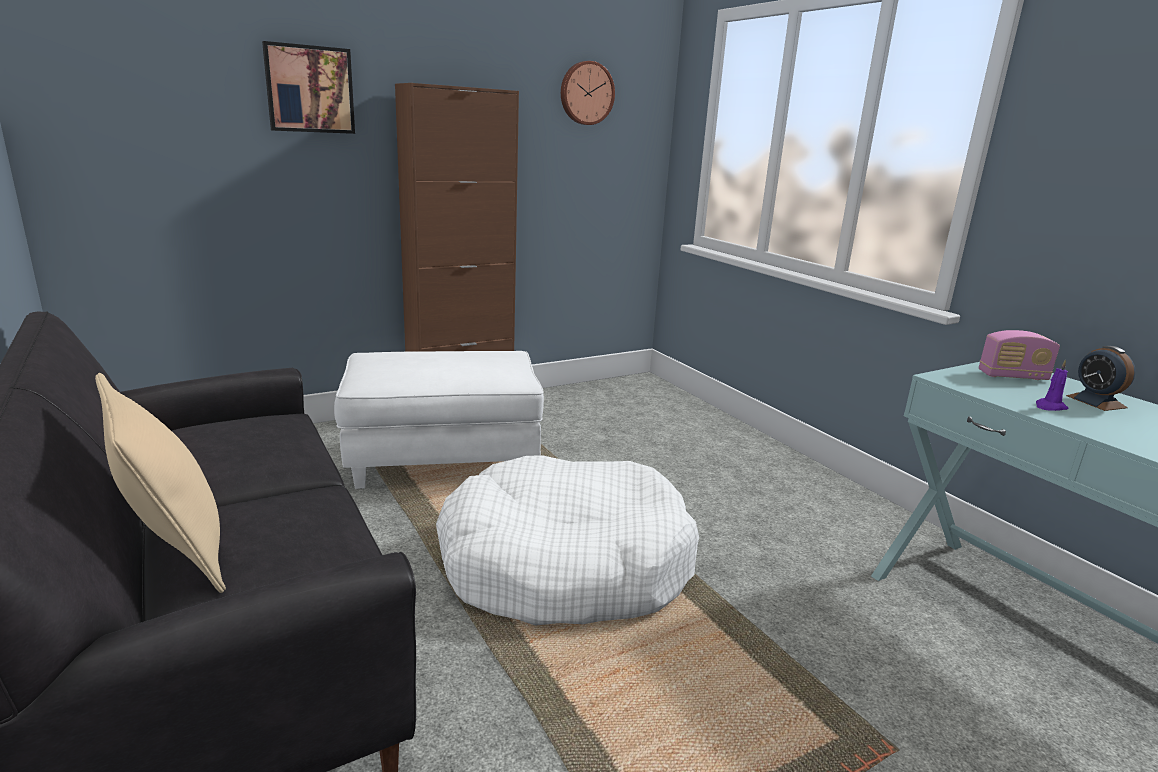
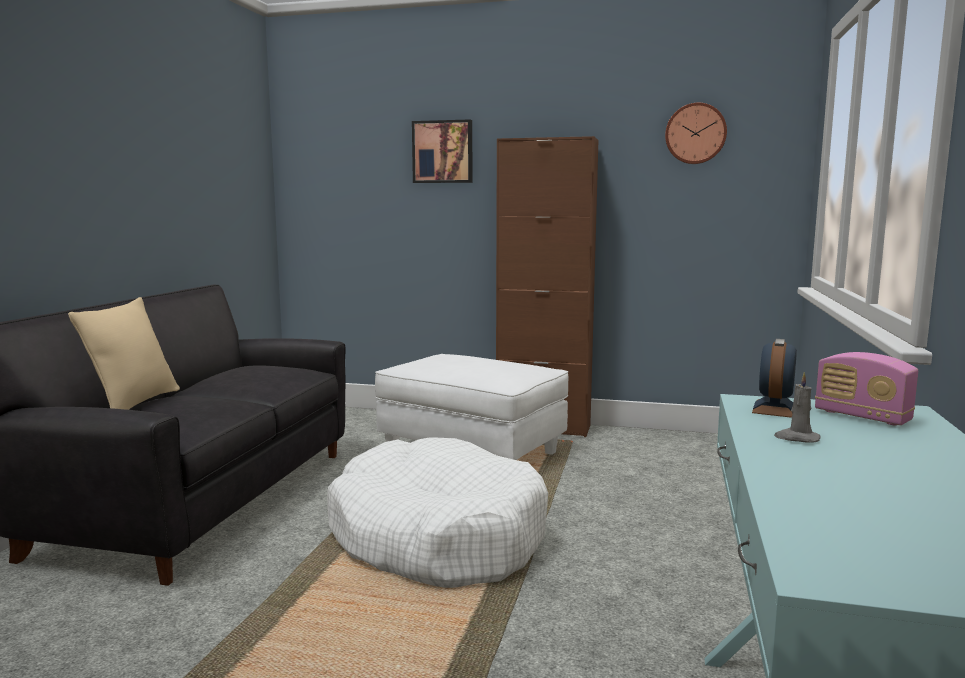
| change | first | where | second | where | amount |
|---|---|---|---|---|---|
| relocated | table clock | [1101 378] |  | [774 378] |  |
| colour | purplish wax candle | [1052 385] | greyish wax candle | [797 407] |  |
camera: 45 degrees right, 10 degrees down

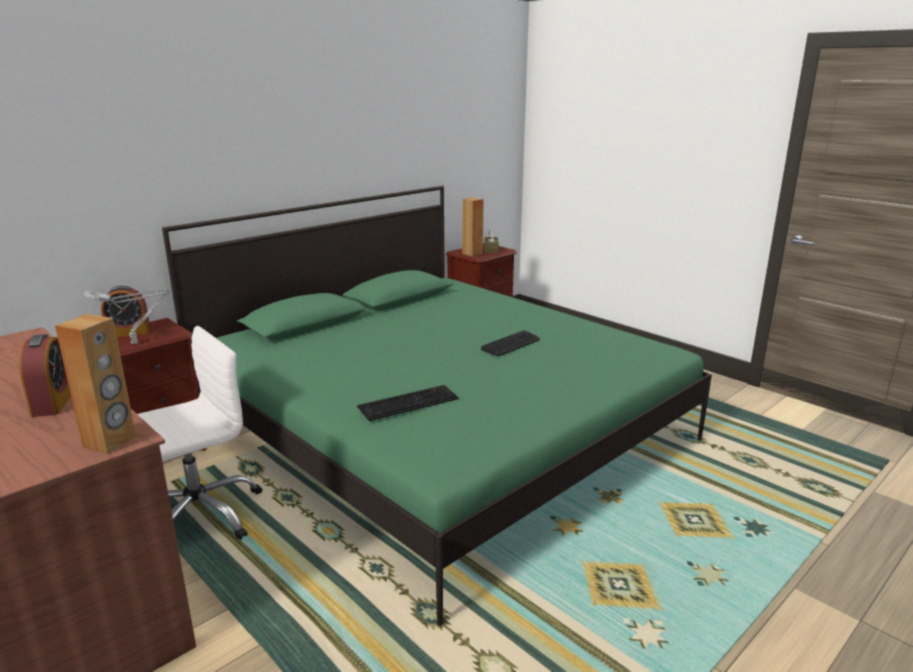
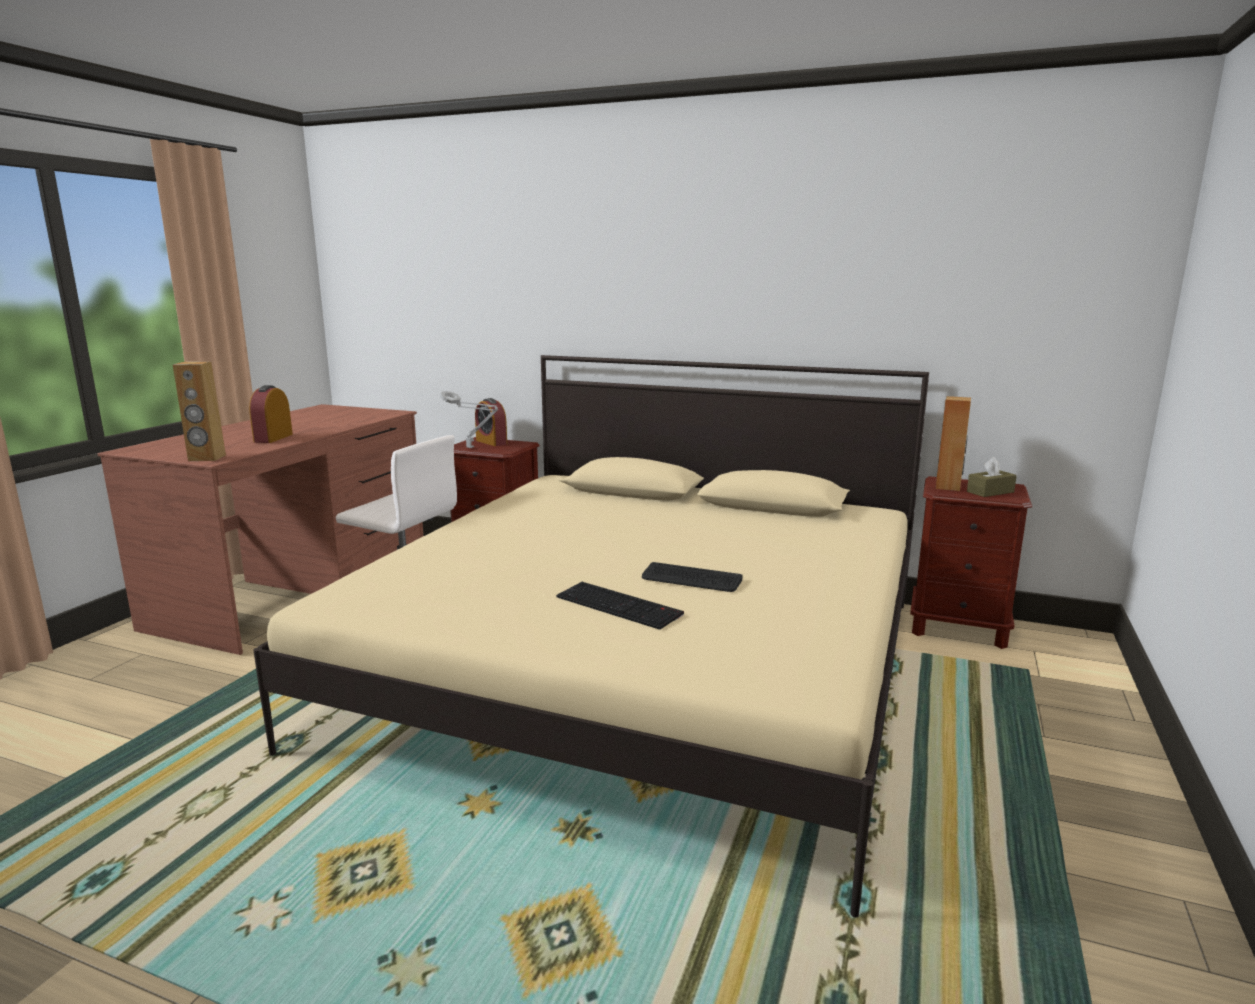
| change | first | where | second | where | amount |
|---|---|---|---|---|---|
| spun | table clock | [45 375] |  | [271 414] | 135 degrees clockwise |
| colour | greenish bedroom bed | [437 406] | beige-coloured bedroom bed | [591 636] |  |
| relocated | computer keyboard | [408 403] |  | [620 606] |  |
camera: 65 degrees right, 5 degrees down

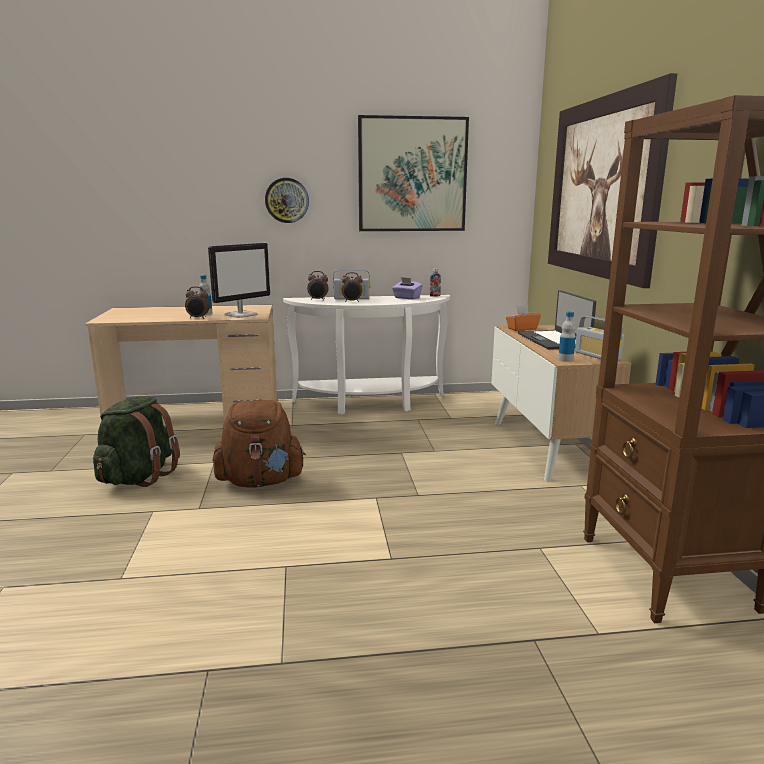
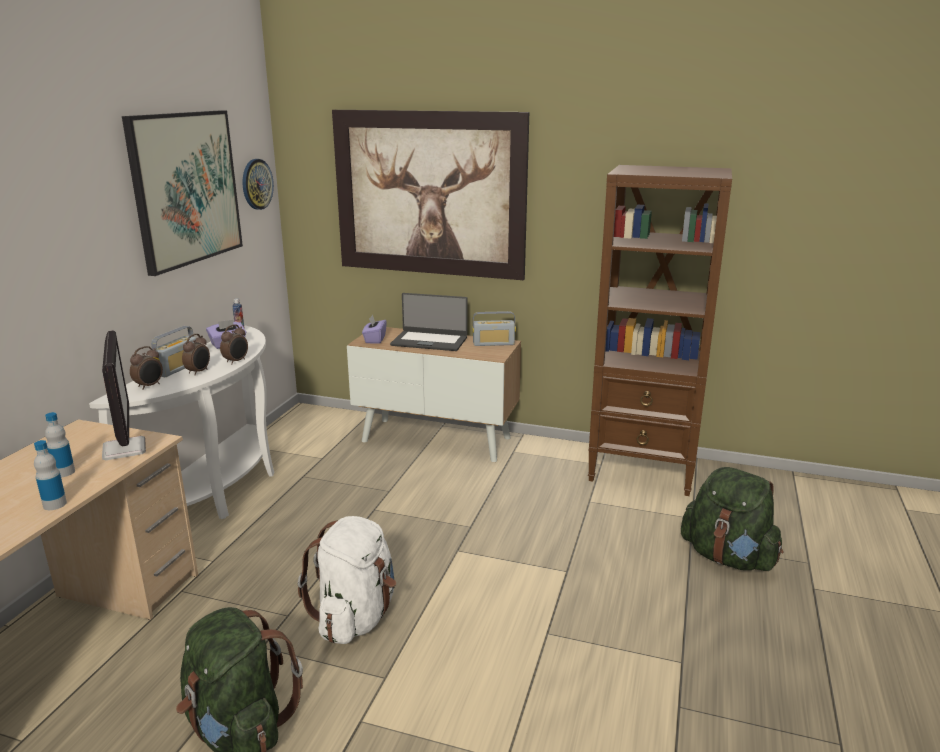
| change | first | where | second | where | amount |
|---|---|---|---|---|---|
| relocated | bottle | [567 336] |  | [50 475] |  |
| relocated | table clock | [197 302] |  | [234 344] |  |
| relocated | wall clock | [287 200] |  | [258 184] |  |
| colour | brown-coloured rucksack | [259 444] | white-coloured rucksack | [347 580] |  |
| colour | orange-coloured box of tissues | [523 318] | purplish box of tissues | [374 329] |  |
| appeared |  |  | greenish rucksack | [732 519] |  |
camera: 65 degrees left, 5 degrees up

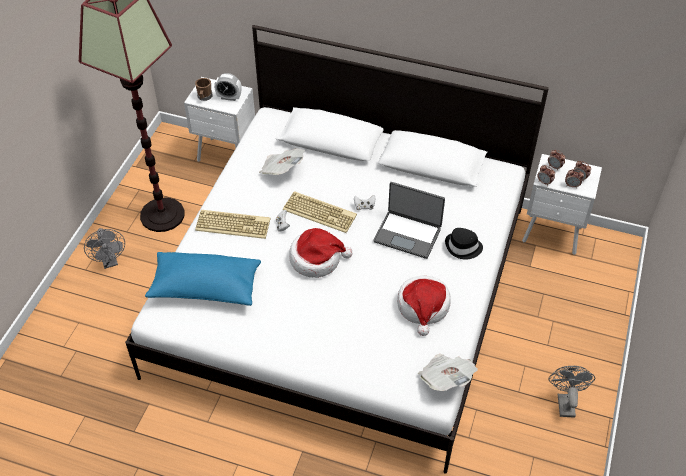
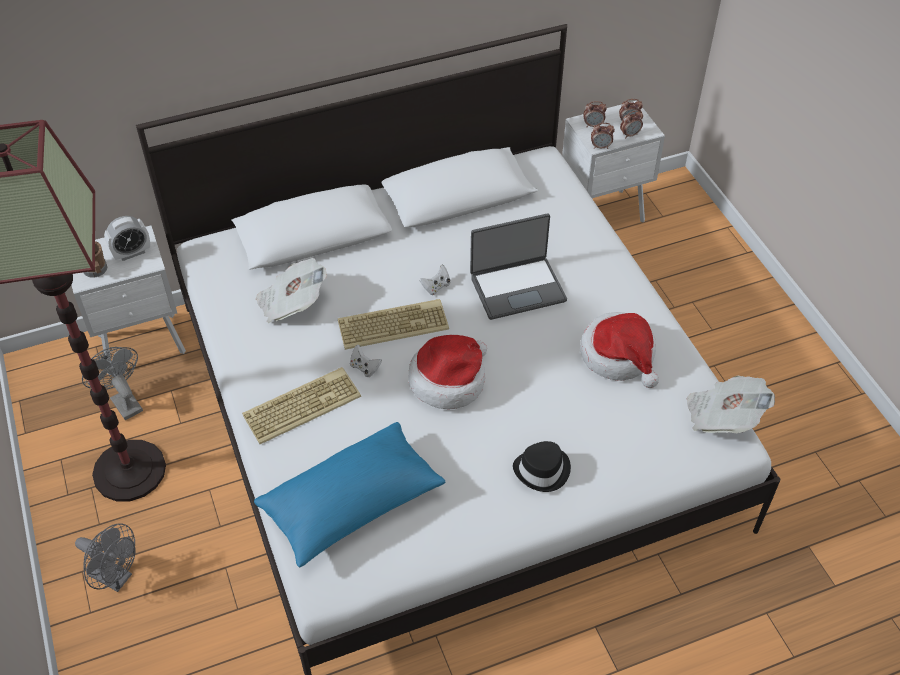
| change | first | where | second | where | amount |
|---|---|---|---|---|---|
| relocated | greyish fan | [571 392] |  | [112 383] |  |
| relocated | black wearable hat | [464 243] |  | [542 466] |  |
camera: 40 degrees left, 0 degrees up

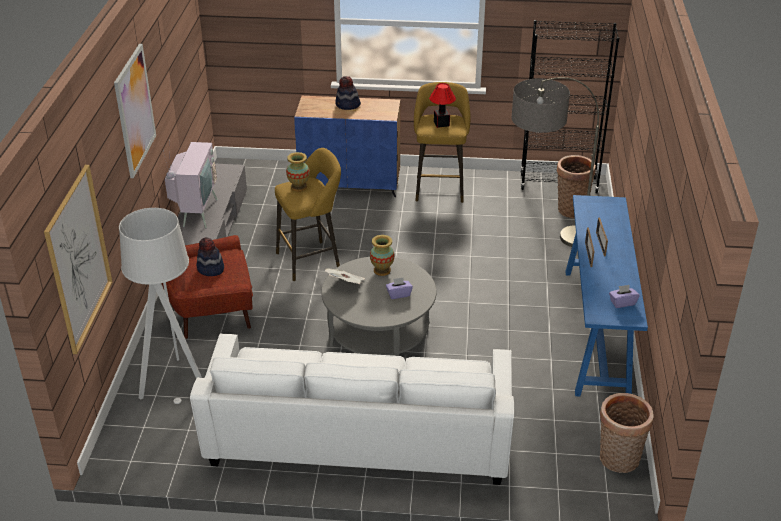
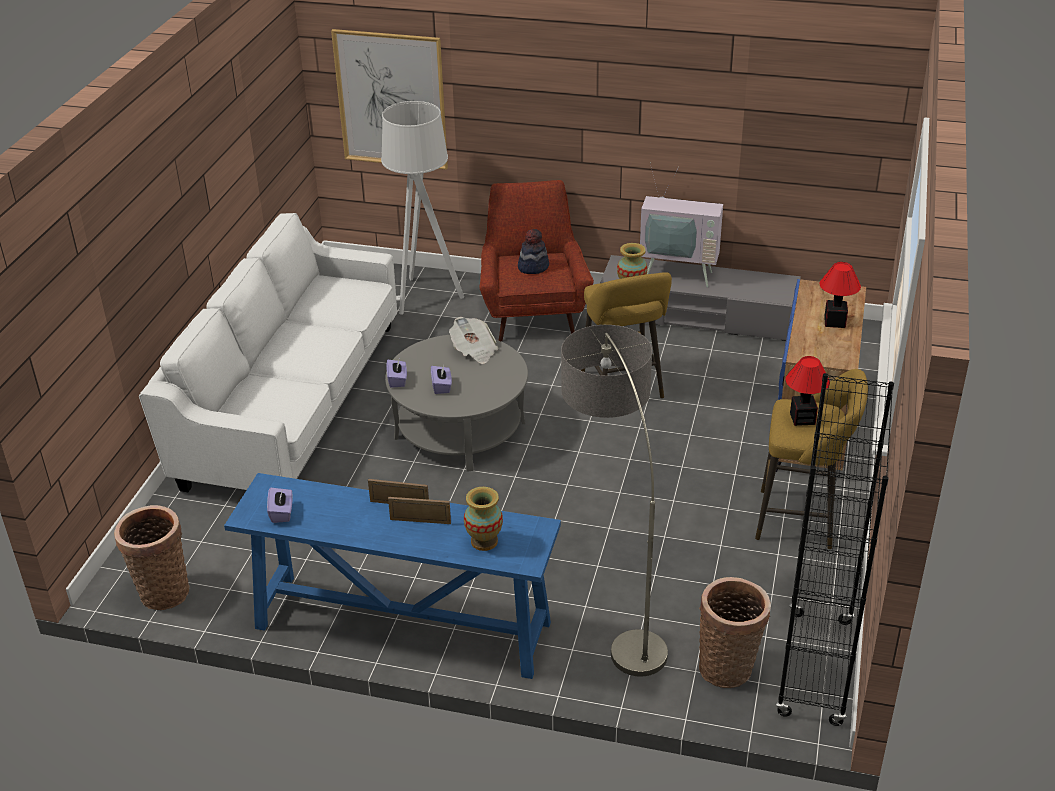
| change | first | where | second | where | amount |
|---|---|---|---|---|---|
| appeared |  |  | purplish box of tissues | [397 374] |  |
| relocated | decorative vase | [382 255] |  | [483 519] |  |
| exchanged | wearable hat | [348 93] | lamp for a table | [840 295] |  |
| missing | picture | [135 111] |  |  |  |
camera: 100 degrees right, 0 degrees up

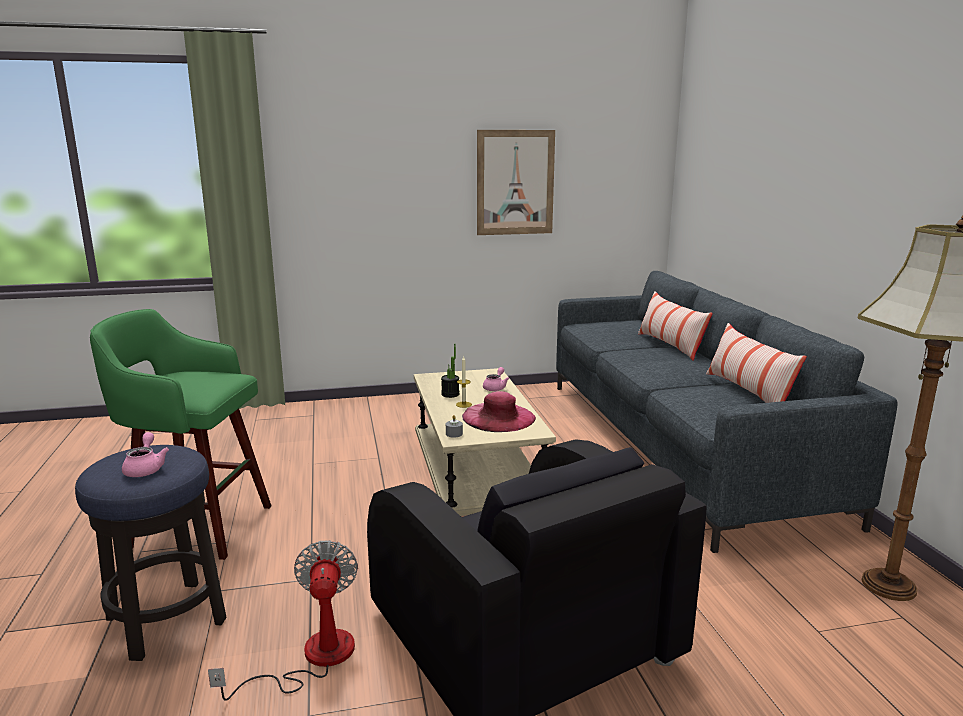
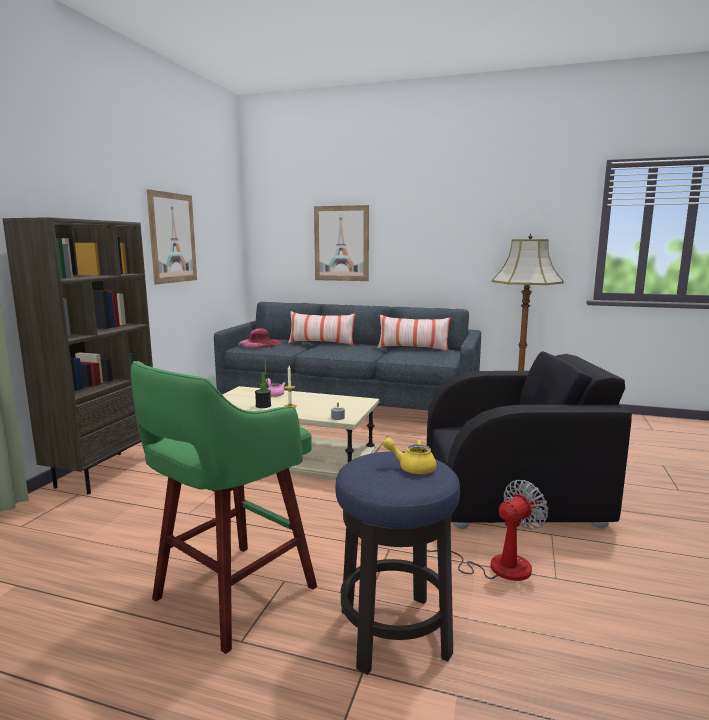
| change | first | where | second | where | amount |
|---|---|---|---|---|---|
| appeared |  |  | brown-coloured bookshelf | [77 355] |  |
| relocated | pinkish wearable hat | [499 411] |  | [259 338] |  |
| appeared |  |  | picture | [341 243] |  |
| colour | pinkish teapot | [145 454] | yellow-coloured teapot | [410 456] |  |
| spun | fan | [283 620] |  | [487 530] | 120 degrees clockwise |
camera: 60 degrees left, 5 degrees down

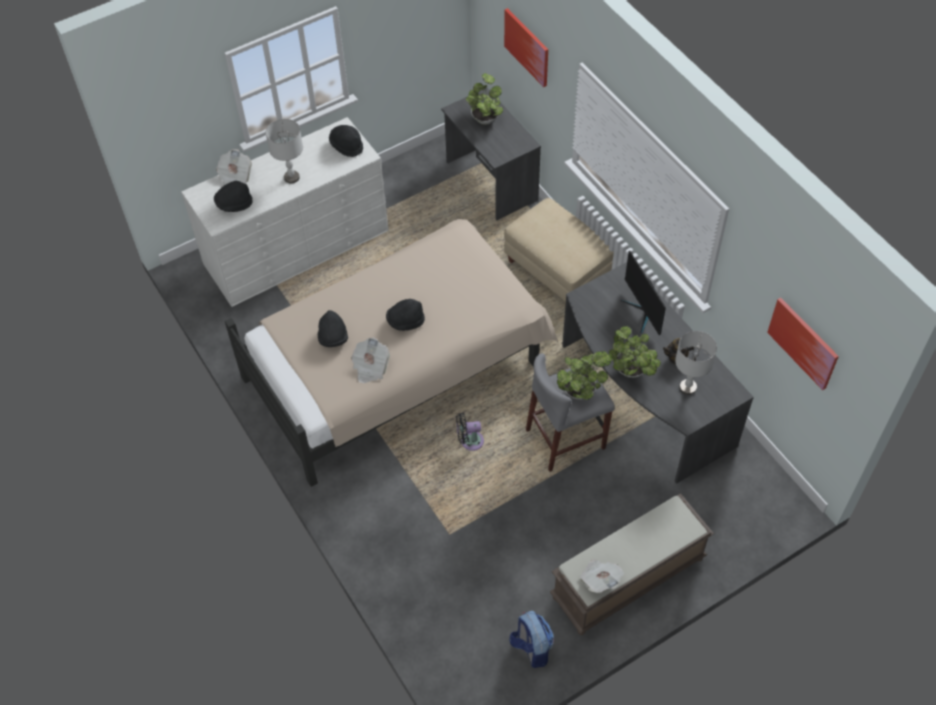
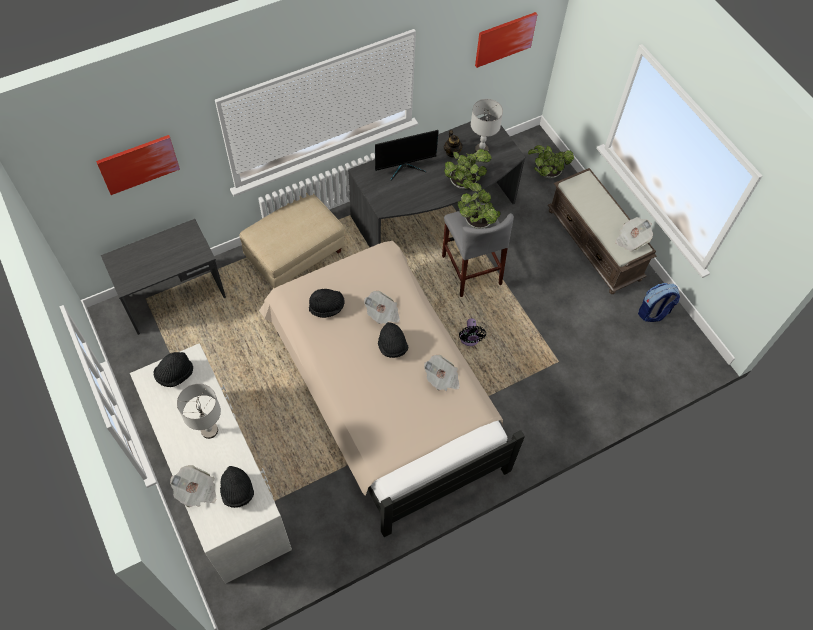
| change | first | where | second | where | amount |
|---|---|---|---|---|---|
| relocated | black wearable hat | [333 328] |  | [327 303] |  |
| appeared |  |  | newspaper | [382 307] |  |
| relocated | potted plant | [484 99] |  | [551 162] |  |
camera: 90 degrees left, 5 degrees up

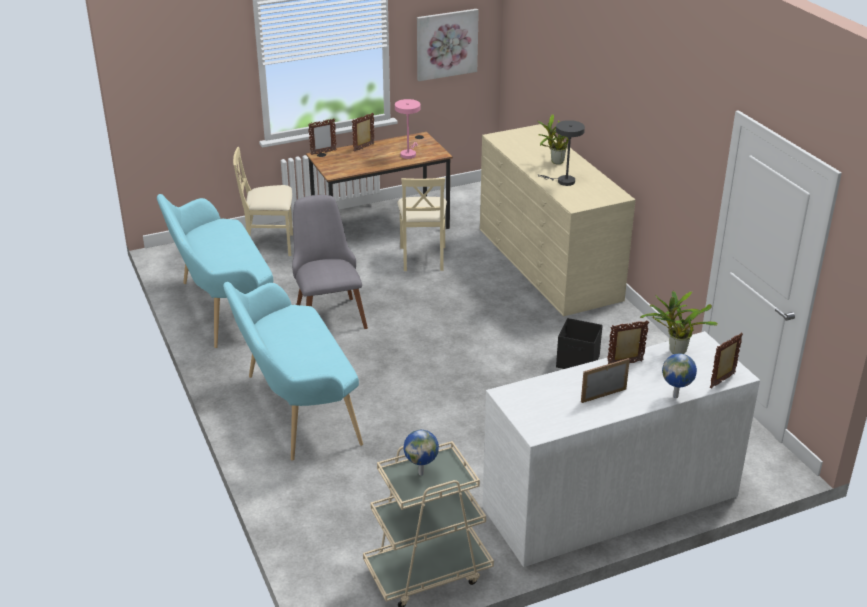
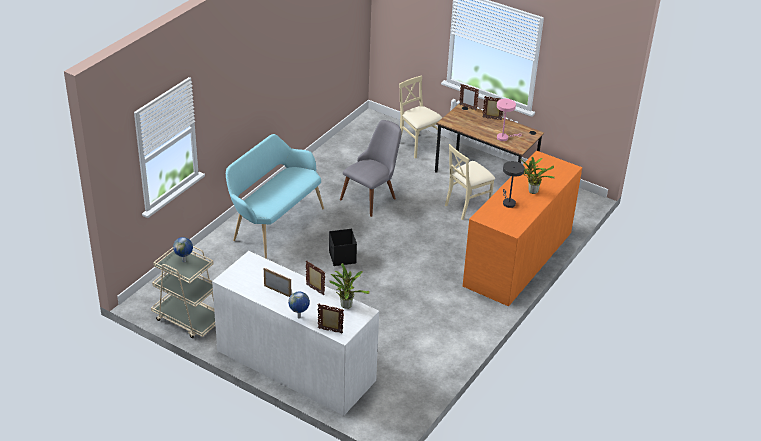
| change | first | where | second | where | amount |
|---|---|---|---|---|---|
| relocated | black storage bin | [579 343] |  | [343 247] |  |
| colour | beige-coloured drawer chest | [557 220] | orange-coloured drawer chest | [522 228] |  |
| missing | turquoise-coloured bench | [215 271] |  |  |  |
| missing | picture | [448 45] |  |  |  |
camera: 55 degrees right, 5 degrees up

